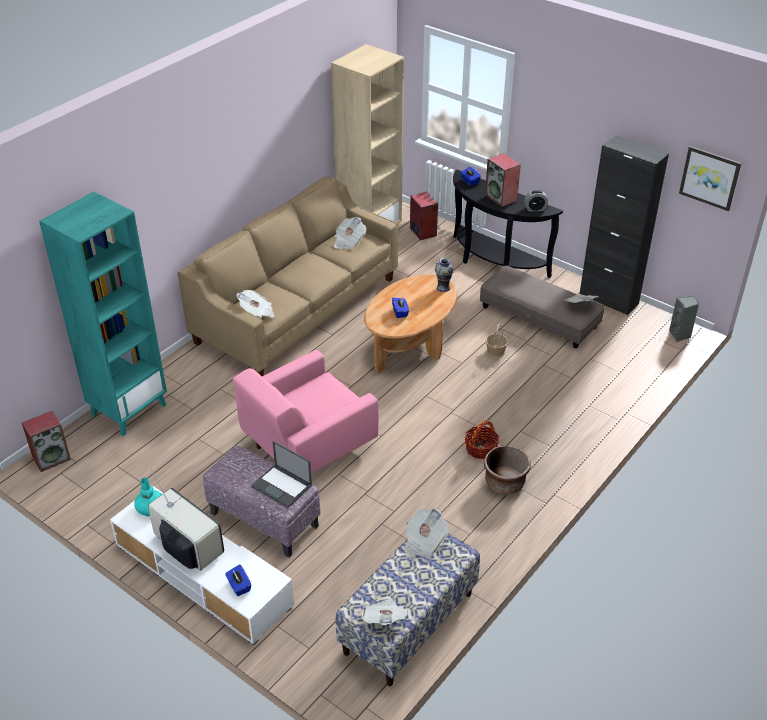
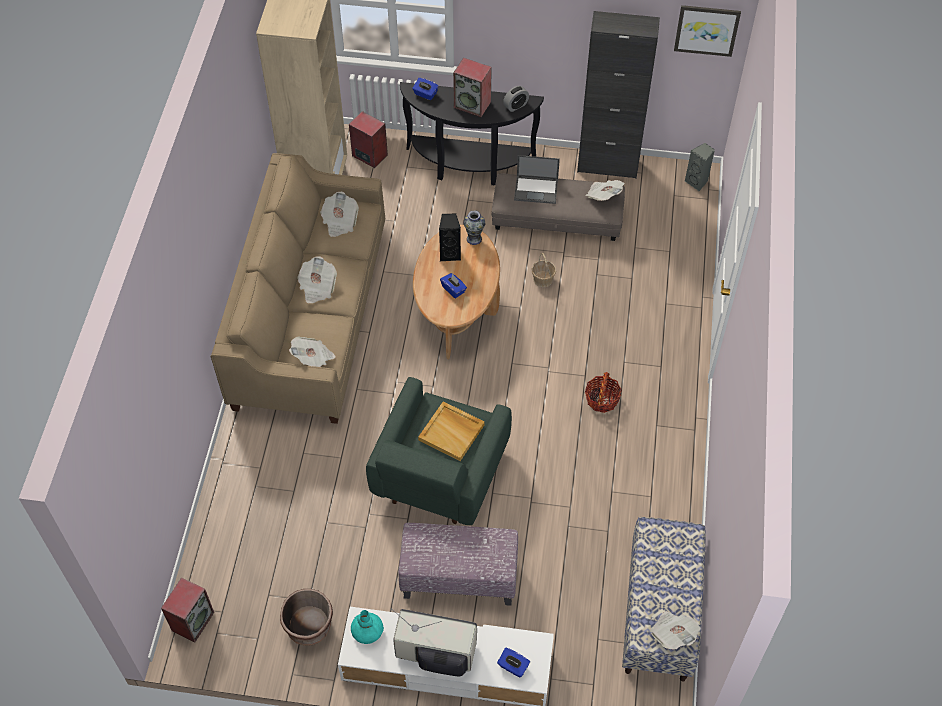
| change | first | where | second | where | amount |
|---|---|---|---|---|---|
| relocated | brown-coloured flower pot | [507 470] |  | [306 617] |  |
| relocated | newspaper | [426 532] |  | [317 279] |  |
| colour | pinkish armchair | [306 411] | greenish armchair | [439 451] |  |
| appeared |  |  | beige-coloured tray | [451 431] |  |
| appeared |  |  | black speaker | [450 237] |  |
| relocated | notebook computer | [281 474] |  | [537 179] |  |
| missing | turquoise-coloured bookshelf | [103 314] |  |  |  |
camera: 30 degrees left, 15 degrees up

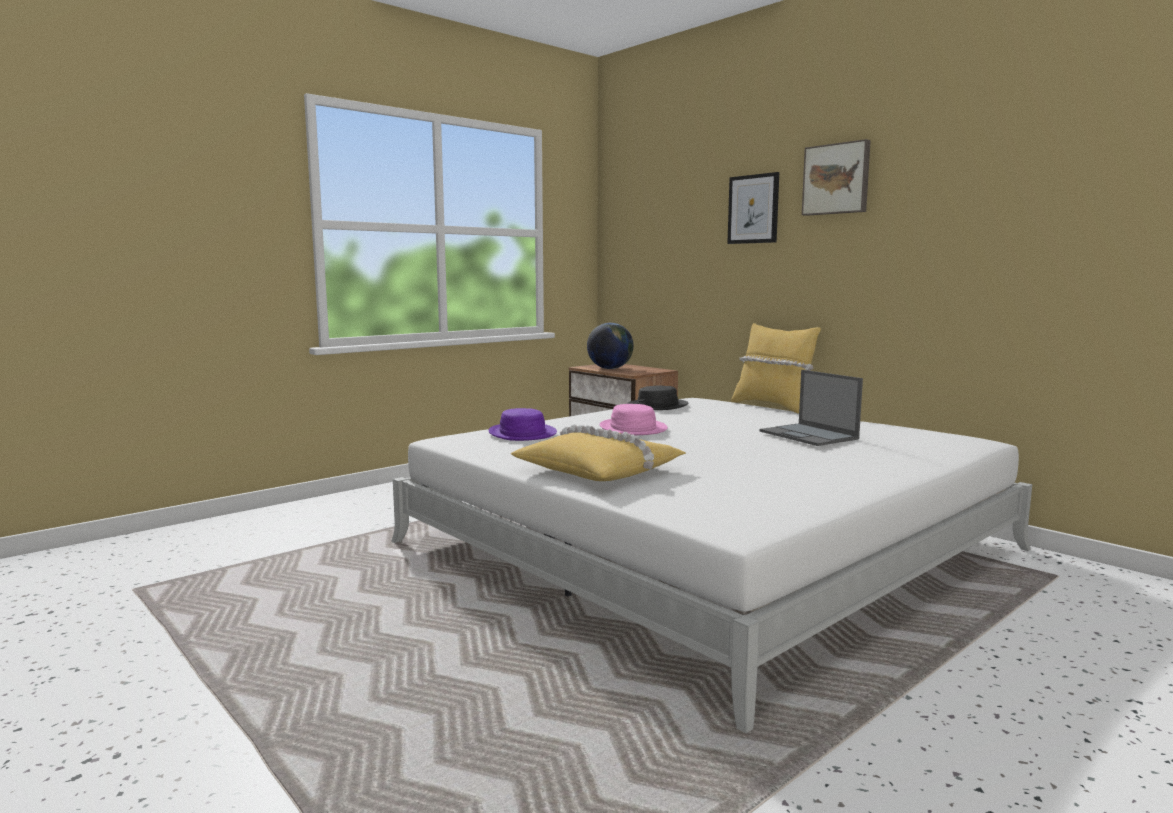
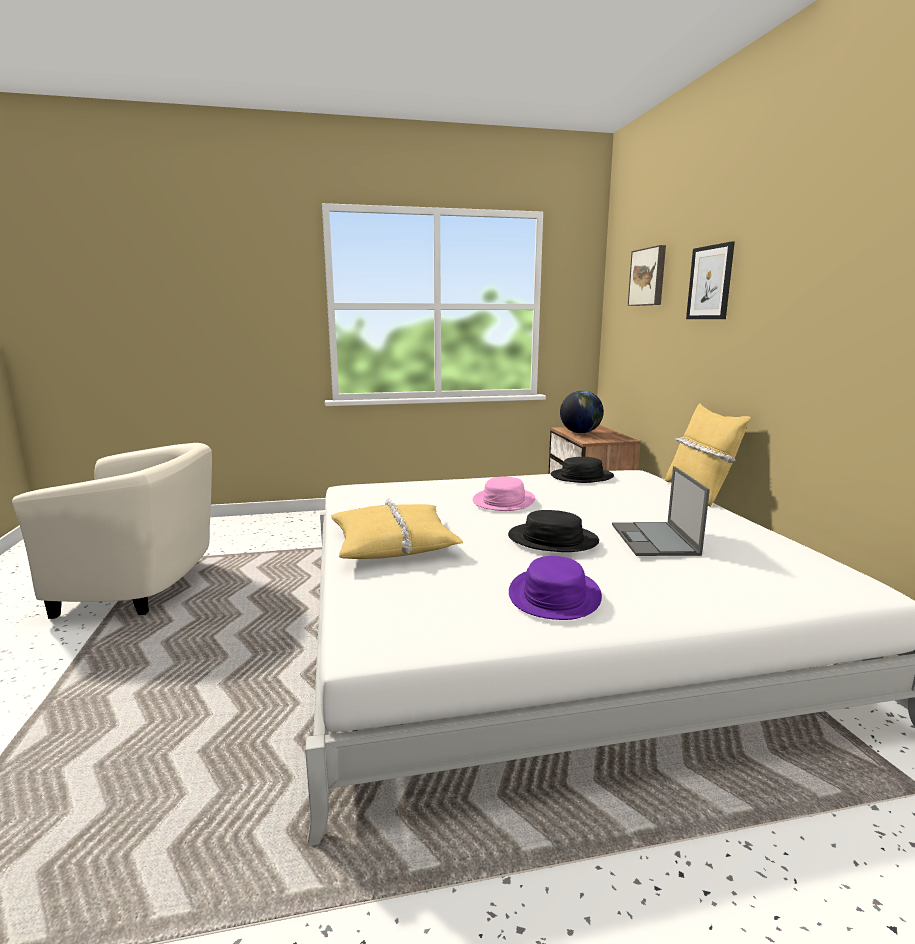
| change | first | where | second | where | amount |
|---|---|---|---|---|---|
| appeared |  |  | beige-coloured armchair | [112 531] |  |
| appeared |  |  | black wearable hat | [553 531] |  |
| relocated | purplish wearable hat | [522 424] |  | [555 588] |  |
| relocated | picture | [836 177] |  | [647 275] |  |
camera: 30 degrees right, 5 degrees up

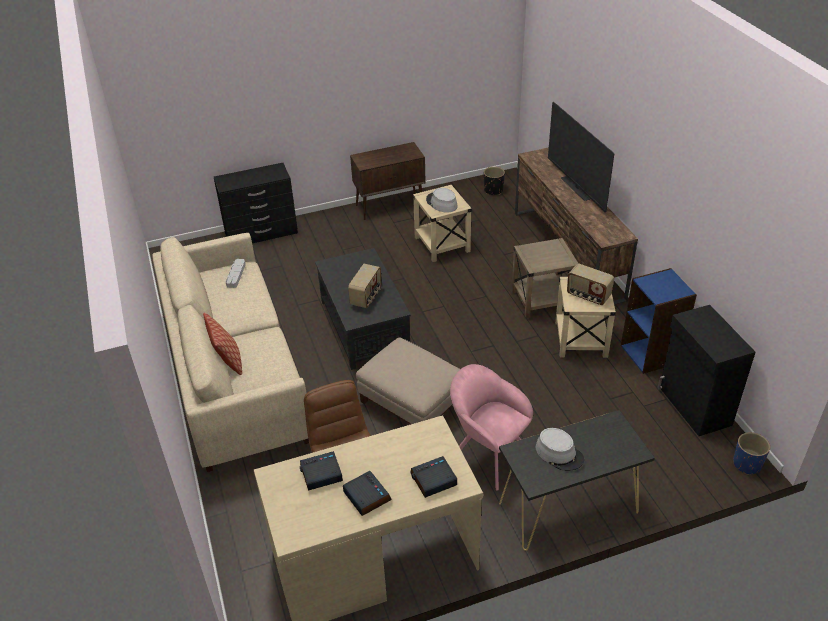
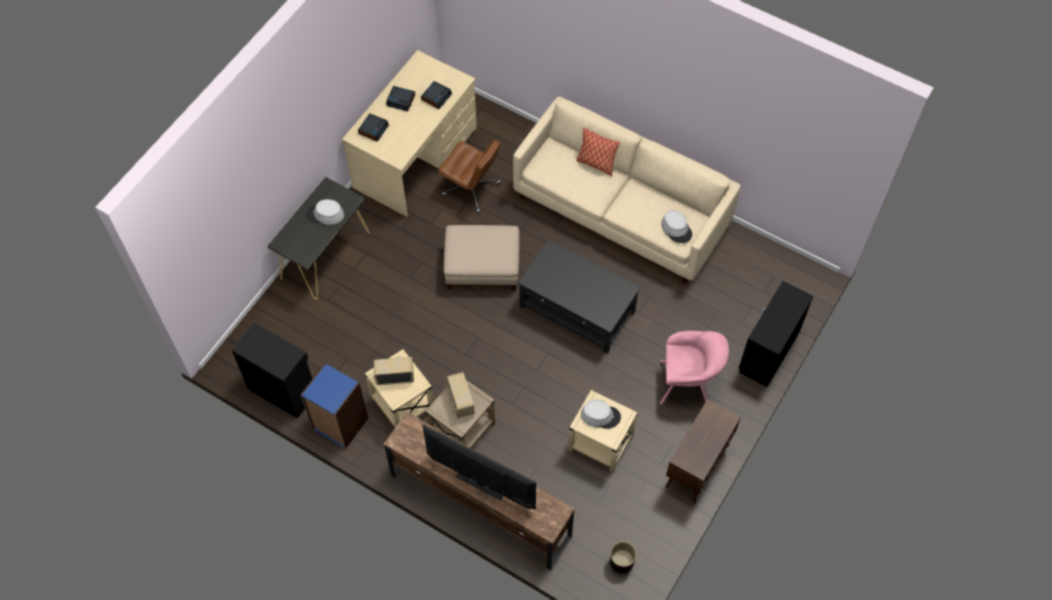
| change | first | where | second | where | amount |
|---|---|---|---|---|---|
| relocated | radio | [365 286] |  | [461 395] |  |
| relocated | pinkish armchair | [491 427] |  | [694 368] |  |
| exchanged | greyish tray | [236 273] | greyish wearable hat | [676 226] |  |
| missing | blue flower pot | [751 453] |  |  |  |
camera: 140 degrees right, 20 degrees up

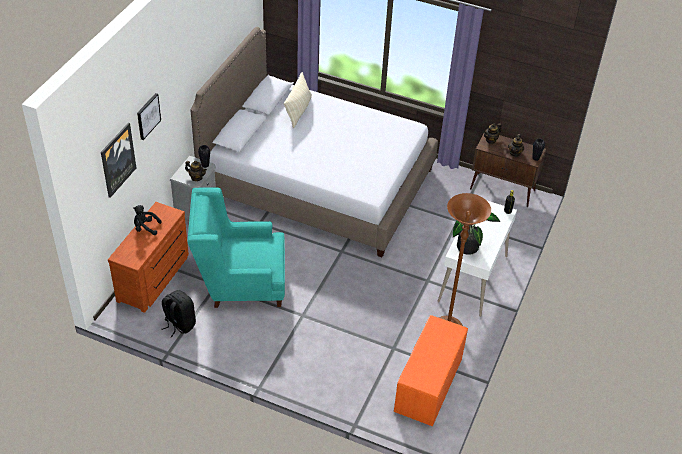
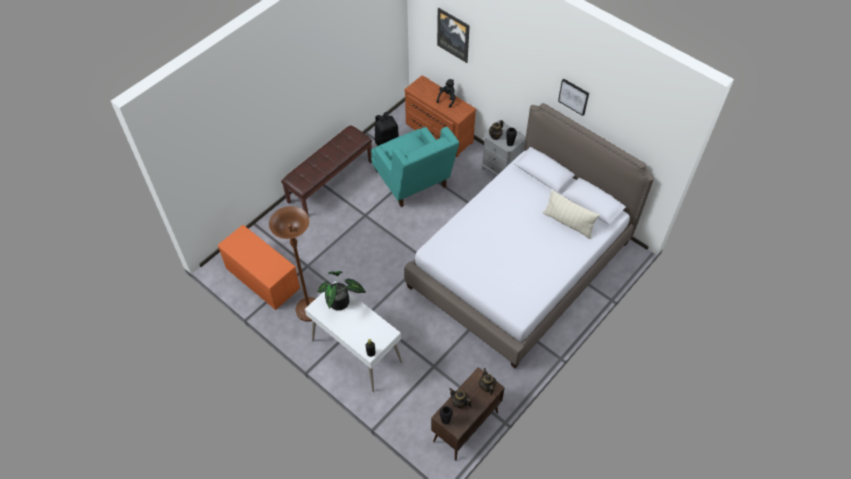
| change | first | where | second | where | amount |
|---|---|---|---|---|---|
| appeared |  |  | brown-coloured bench | [326 170] |  |
| spun | turquoise-coloured armchair | [236 247] |  | [415 167] | 135 degrees clockwise |
| relocated | picture | [149 116] |  | [573 97] |  |
camera: 110 degrees right, 10 degrees up

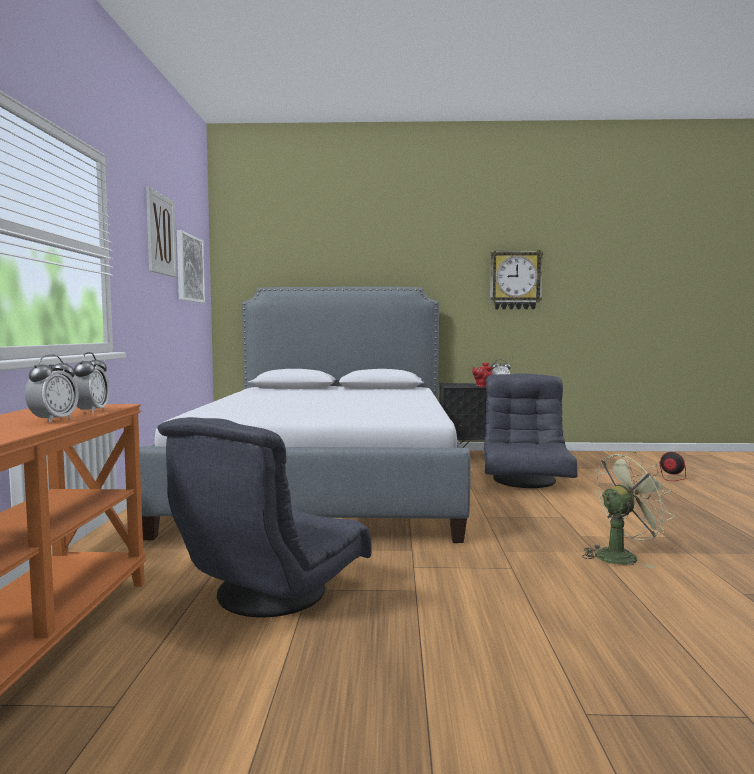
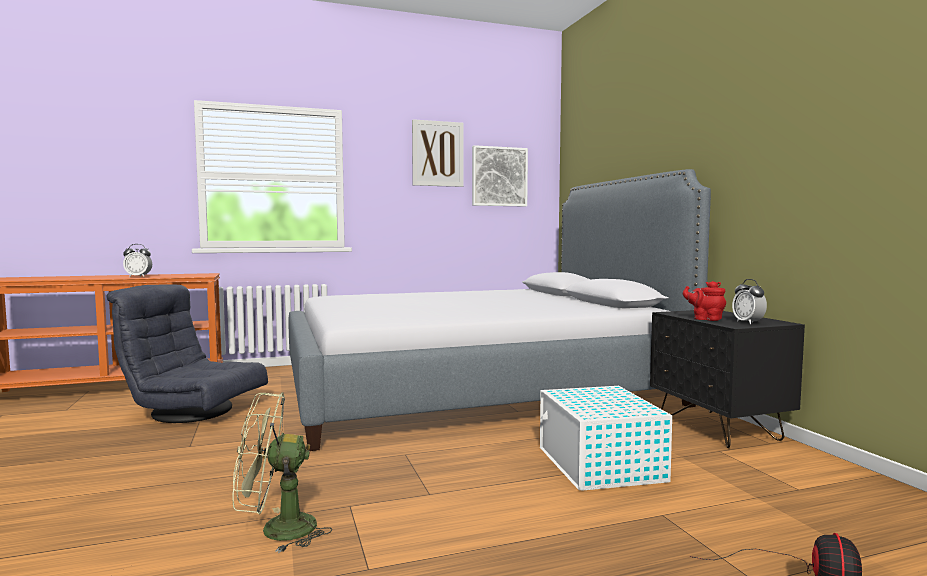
| change | first | where | second | where | amount |
|---|---|---|---|---|---|
| spun | greenish fan | [628 510] |  | [282 472] | 120 degrees clockwise |
| exchanged | greyish armchair | [531 430] | white-coloured storage bin | [606 438] |  |
| missing | table clock | [91 382] |  |  |  |
| missing | wall clock | [516 279] |  |  |  |
camera: 70 degrees right, 0 degrees up

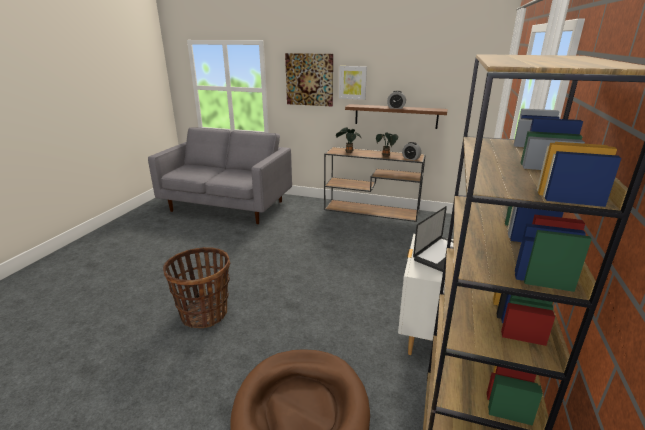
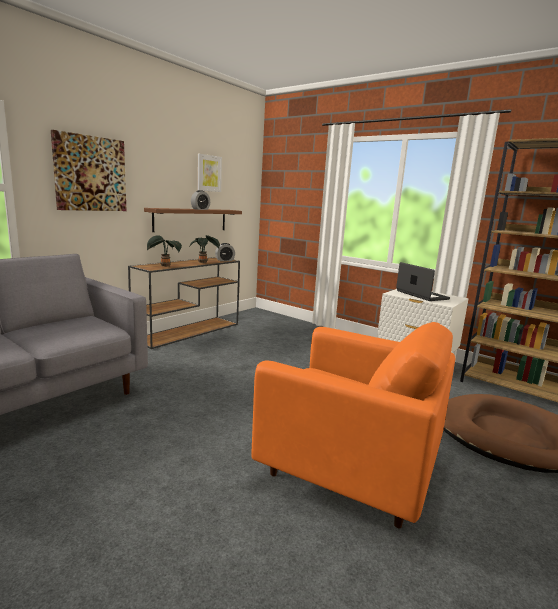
| change | first | where | second | where | amount |
|---|---|---|---|---|---|
| relocated | picture | [353 83] |  | [209 173] |  |
| exchanged | storage basket | [196 287] | orange-coloured armchair | [353 425] |  |
camera: 70 degrees left, 10 degrees down

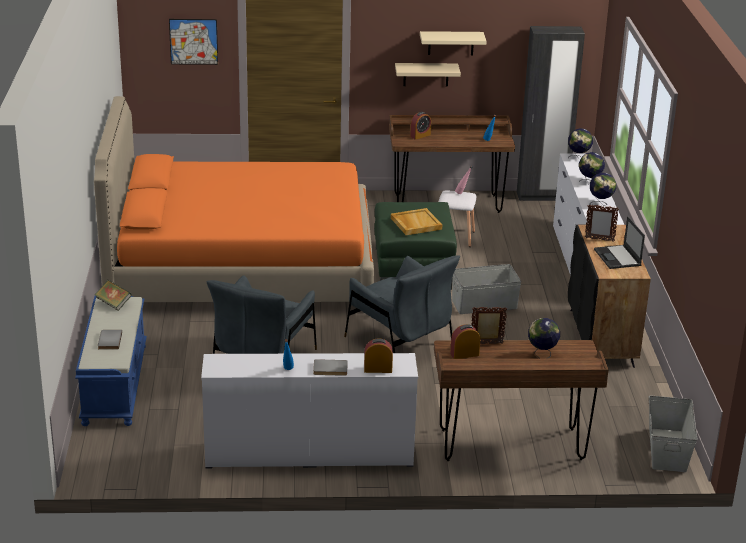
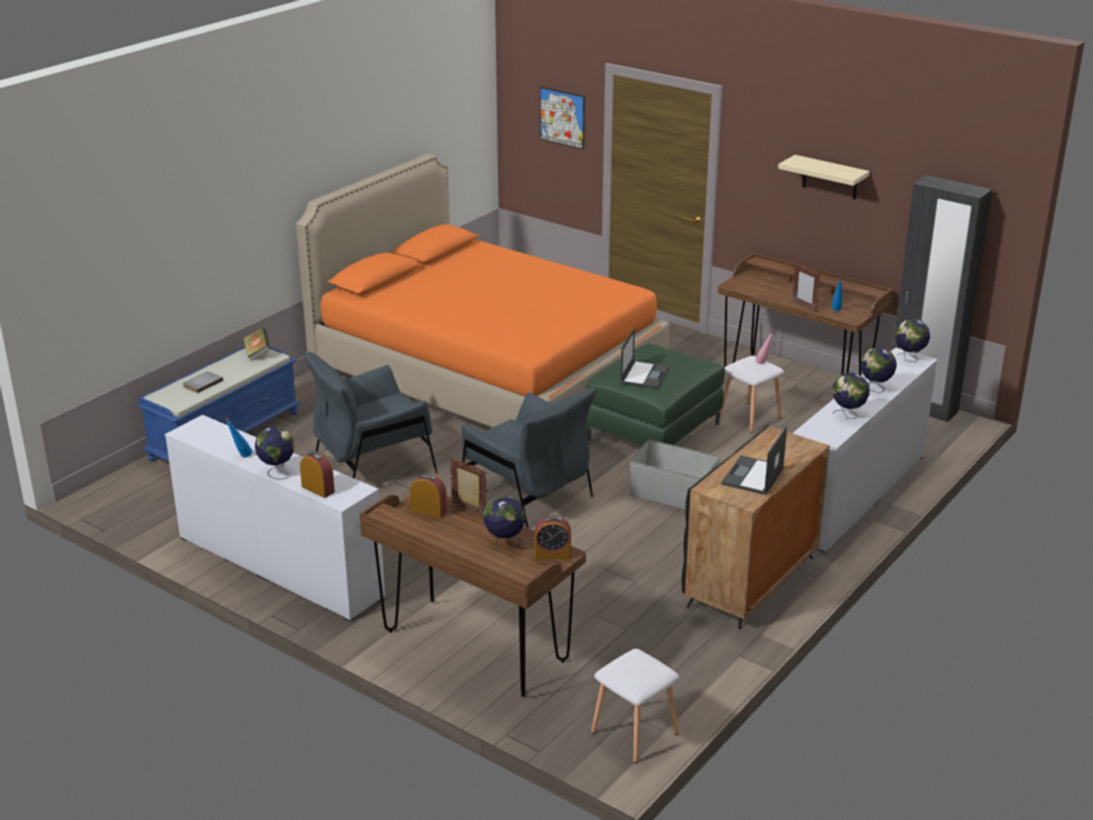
| change | first | where | second | where | amount |
|---|---|---|---|---|---|
| exchanged | greyish volume | [330 367] | desk globe | [275 453] |  |
| spun | greyish armchair | [402 304] |  | [529 457] | 45 degrees counterclockwise |
| relocated | table clock | [420 126] |  | [553 537] |  |
| exchanged | greyish storage bin | [673 433] | white-coloured sitting stool | [635 706] |  |
| exchanged | beige-coloured tray | [416 221] | notebook computer | [644 358] |  |
| relocated | photo frame | [602 222] |  | [806 287] |  |
| missing | beige-coloured wall shelf | [428 74] |  |  |  |
camera: 40 degrees right, 0 degrees up

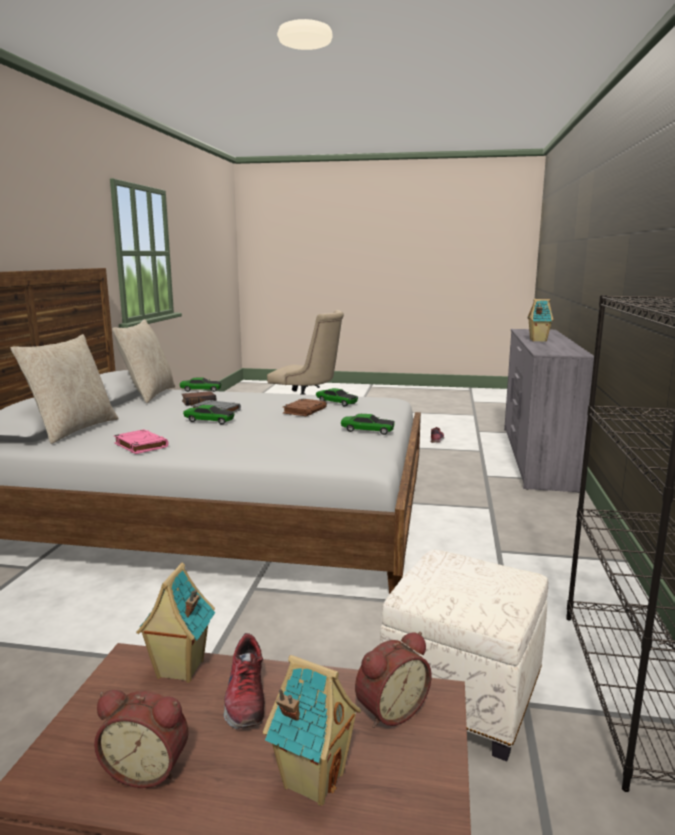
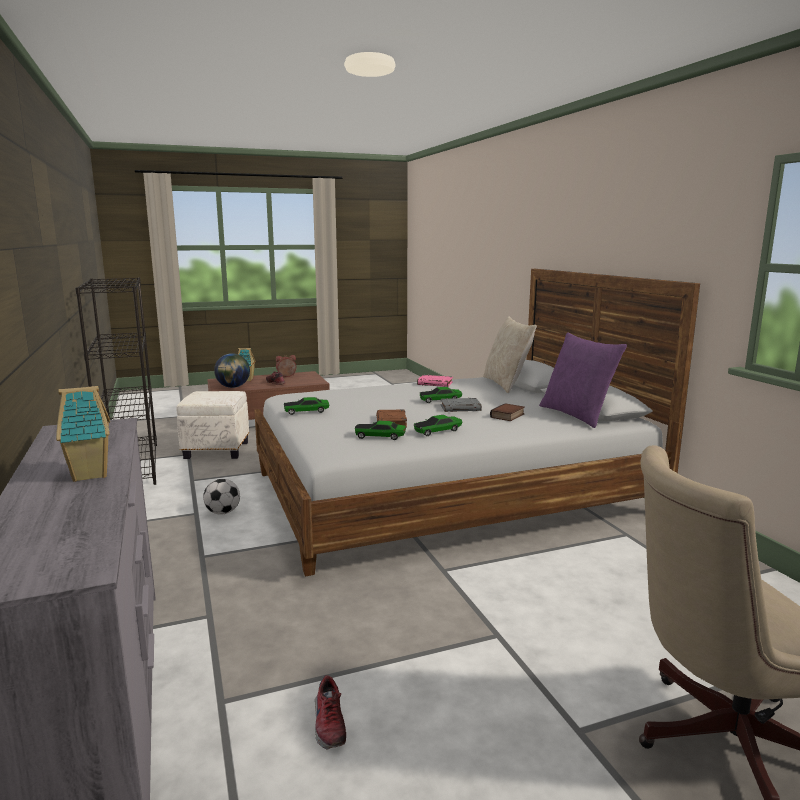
| change | first | where | second | where | amount |
|---|---|---|---|---|---|
| appeared |  |  | football ball | [221 497] |  |
| exchanged | table clock | [393 680] | desk globe | [232 370] |  |
| relocated | model car | [200 385] |  | [438 425] |  |
| colour | beige-coloured cushion | [143 361] | purplish cushion | [583 380] |  |
| missing | miniature house | [176 622] |  |  |  |
camera: 150 degrees right, 0 degrees up

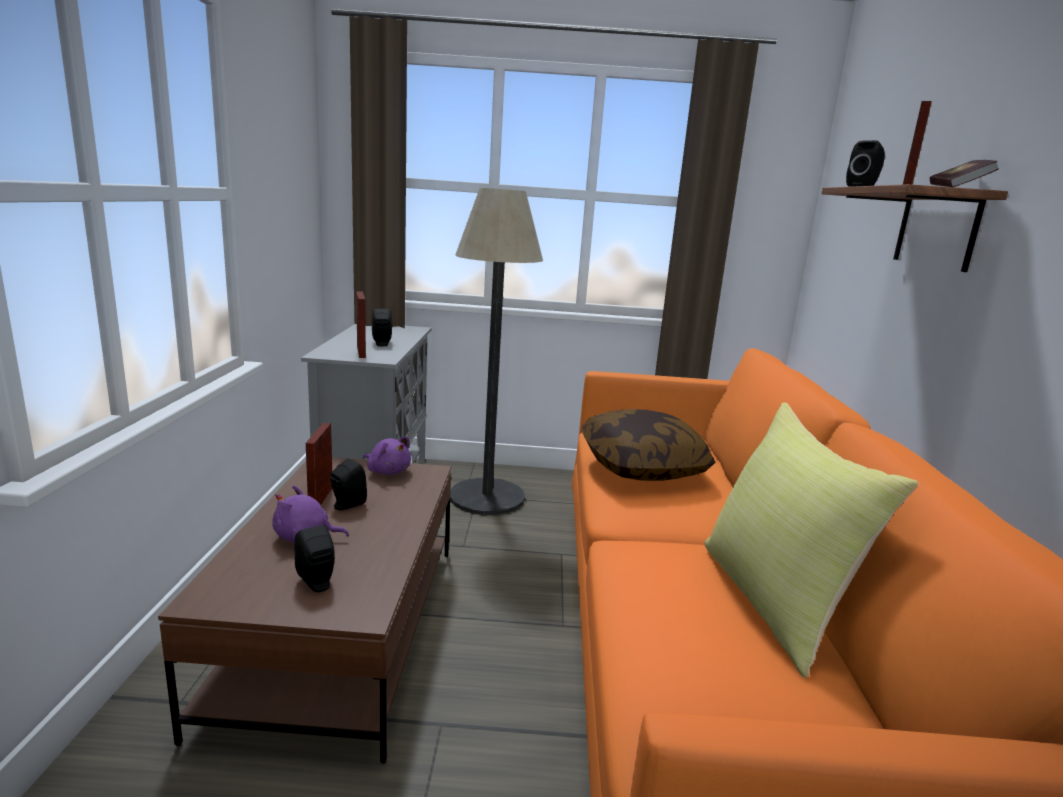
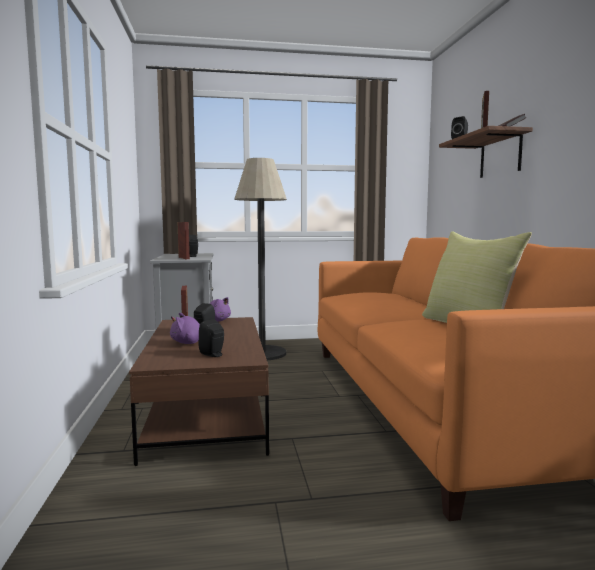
| change | first | where | second | where | amount |
|---|---|---|---|---|---|
| missing | cushion | [648 445] |  |  |  |
camera: 10 degrees left, 10 degrees down

